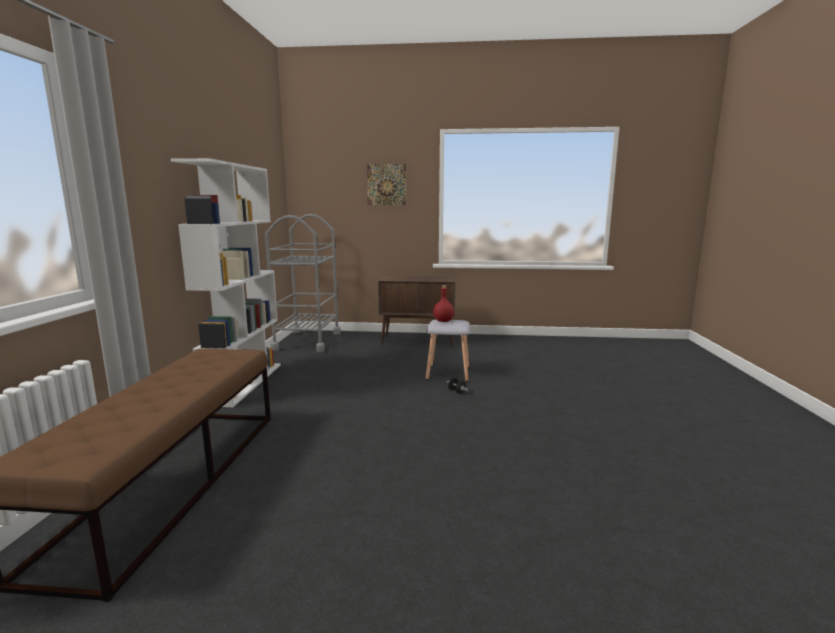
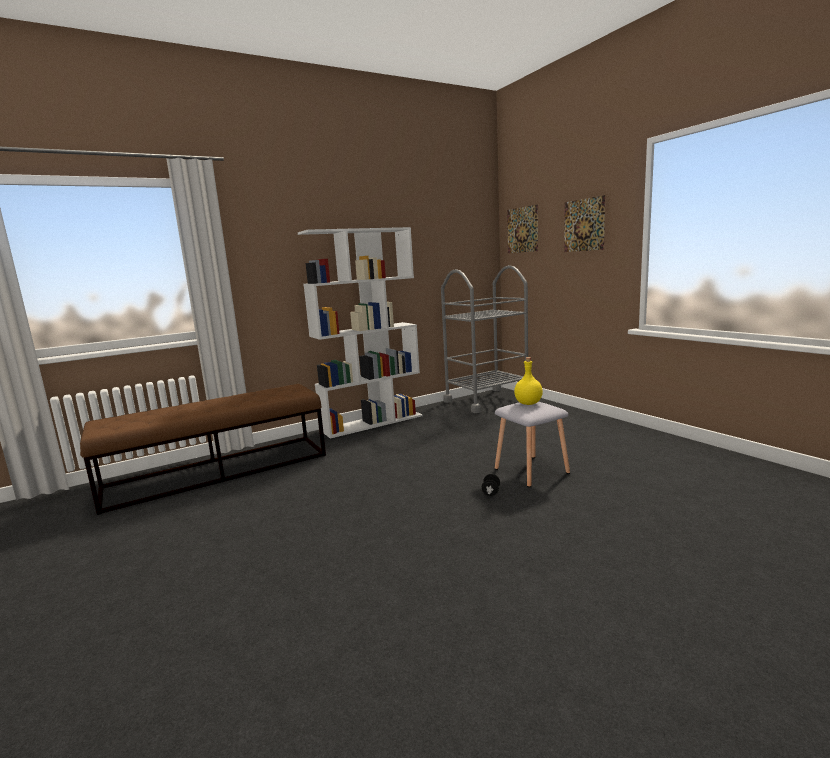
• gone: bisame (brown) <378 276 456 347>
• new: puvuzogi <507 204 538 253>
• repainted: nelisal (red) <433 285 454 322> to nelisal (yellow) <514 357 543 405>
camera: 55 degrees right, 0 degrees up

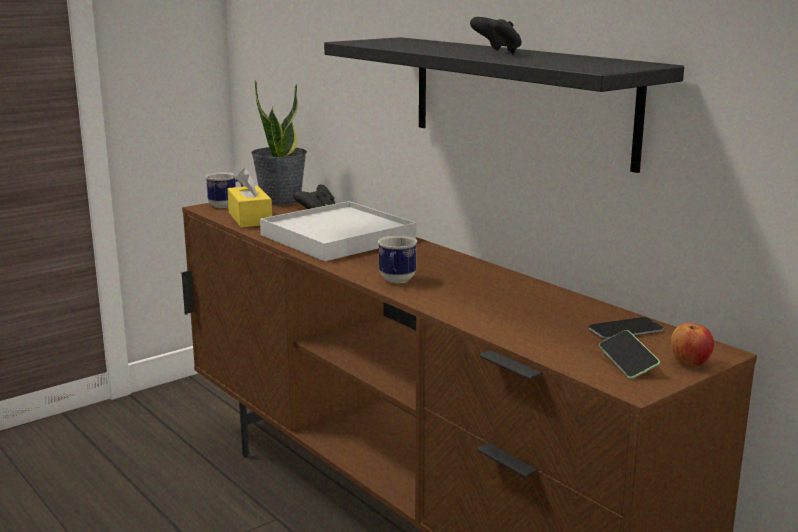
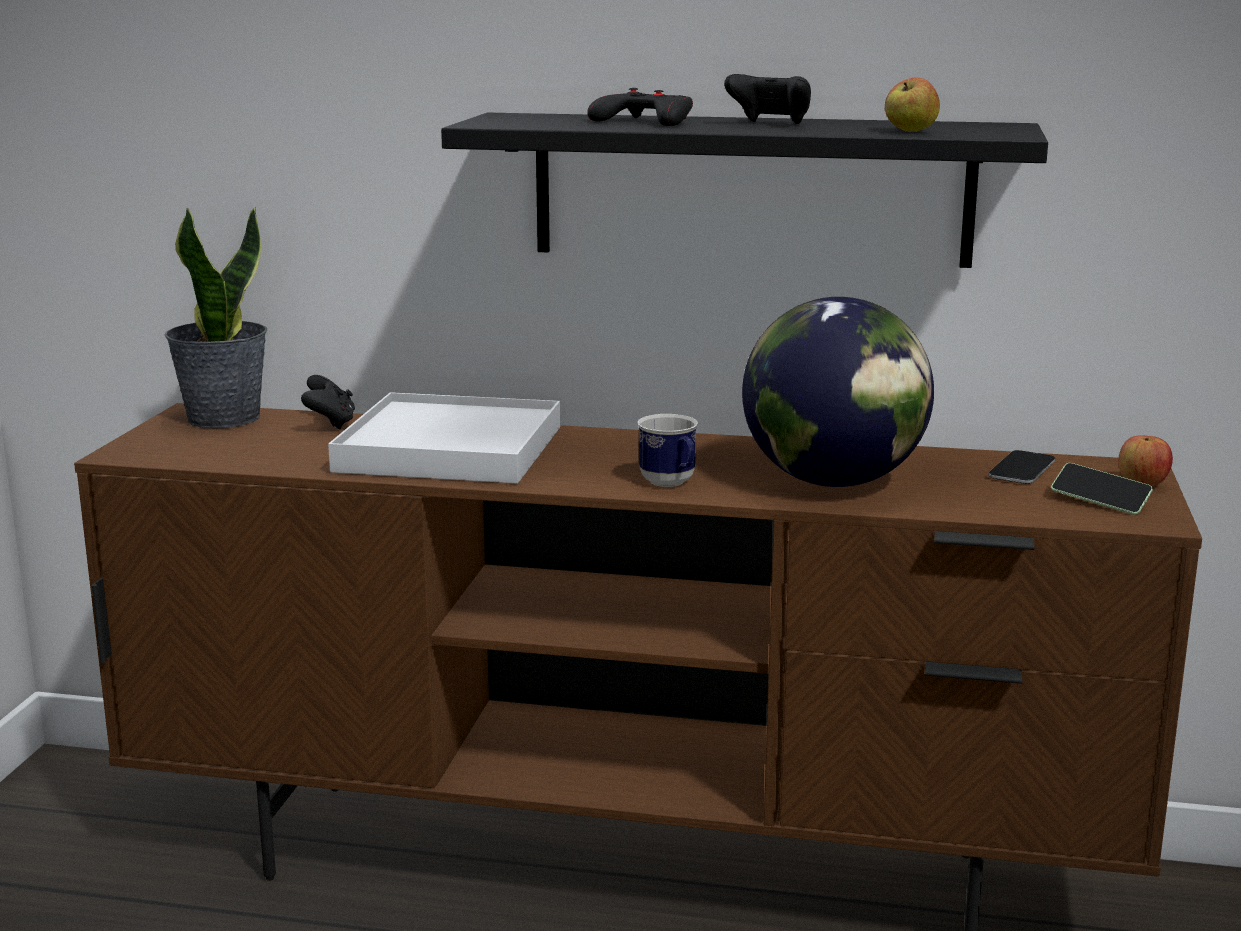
• gone: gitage <205 172 243 208>
• gone: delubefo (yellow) <227 168 272 228>
• new: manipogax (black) <587 88 693 126>
• new: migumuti <742 297 934 487>
• new: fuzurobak <885 77 940 132>
camera: 40 degrees left, 0 degrees up

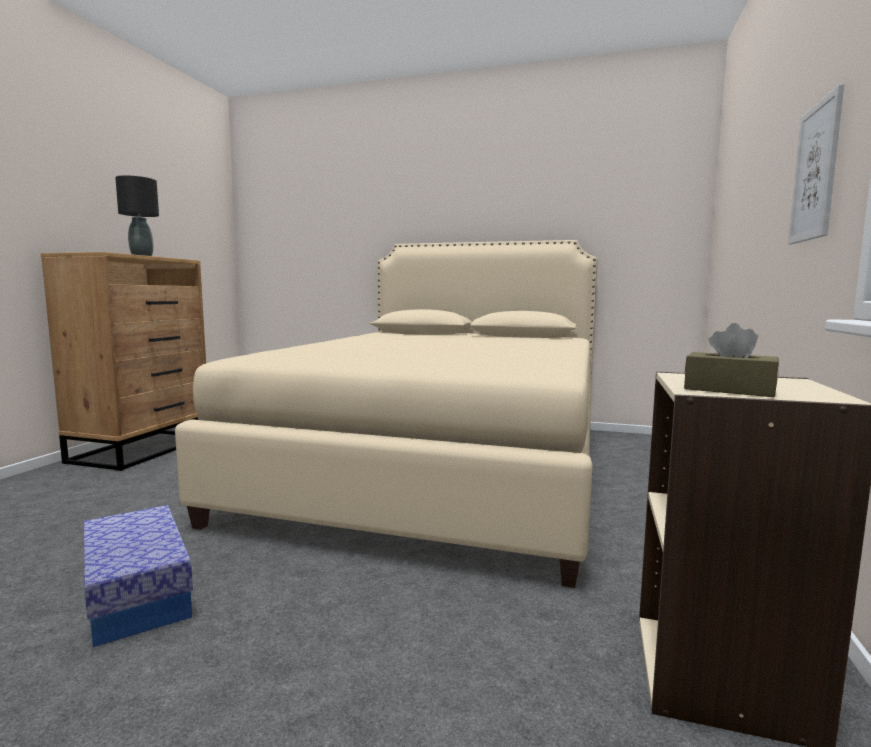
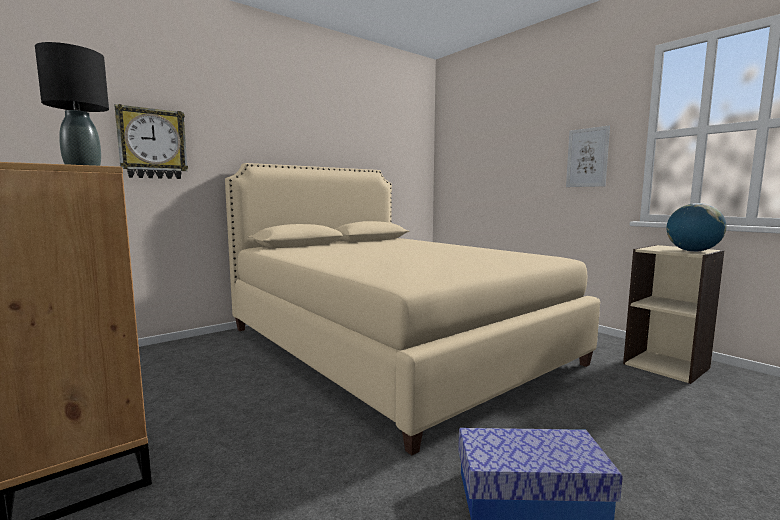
• new: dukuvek <114 104 188 179>
• swapped: delubefo (brown) <684 323 779 397> to migumuti <667 203 727 252>
camera: 55 degrees left, 0 degrees up

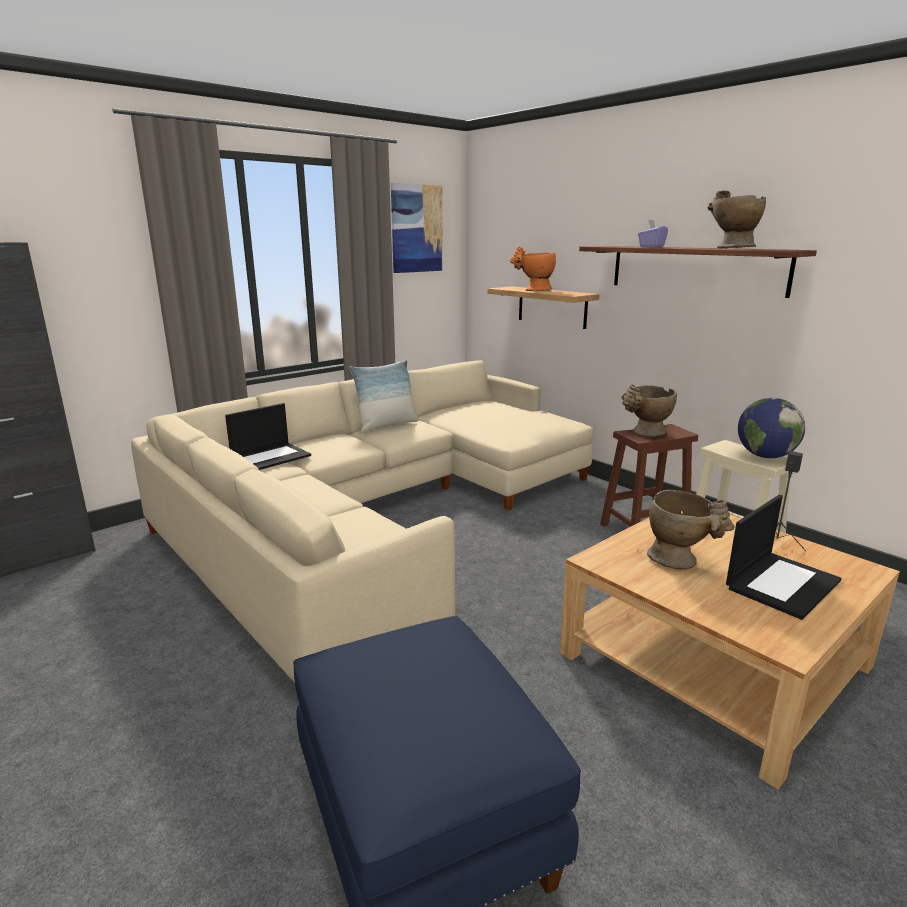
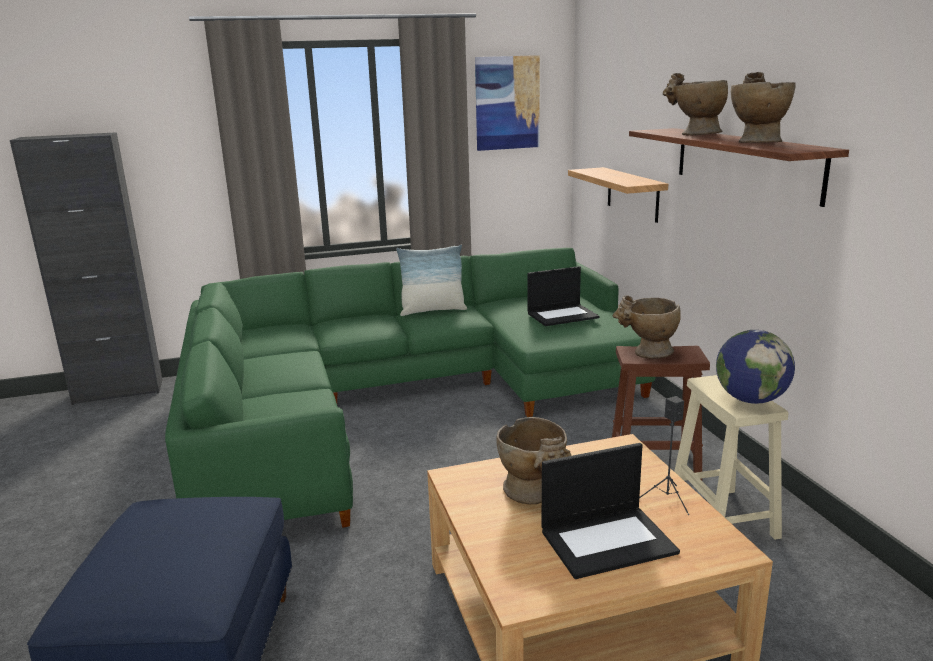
• gone: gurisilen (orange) <510 247 556 291>
• shifted: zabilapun <225 403 311 470> to <528 266 600 326>
• swapped: delubefo (purple) <638 220 668 247> to gurisilen (beige) <663 73 728 135>
• repainted: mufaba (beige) <131 360 594 683> to mufaba (green) <165 248 656 528>
camera: 25 degrees right, 0 degrees up

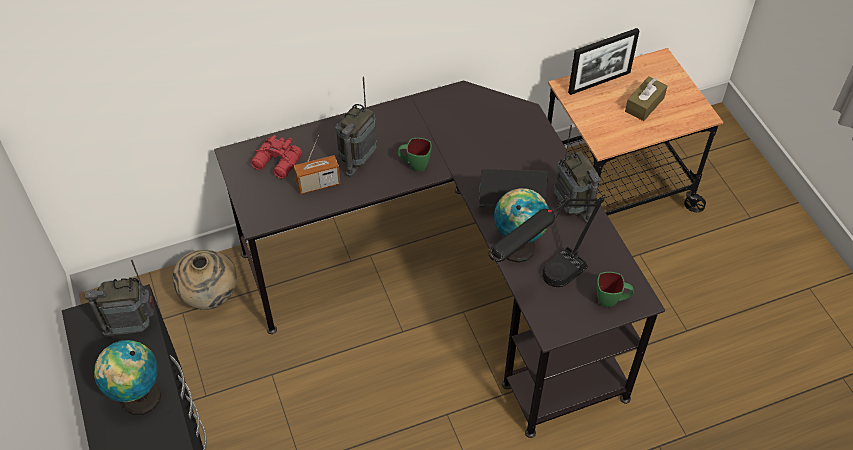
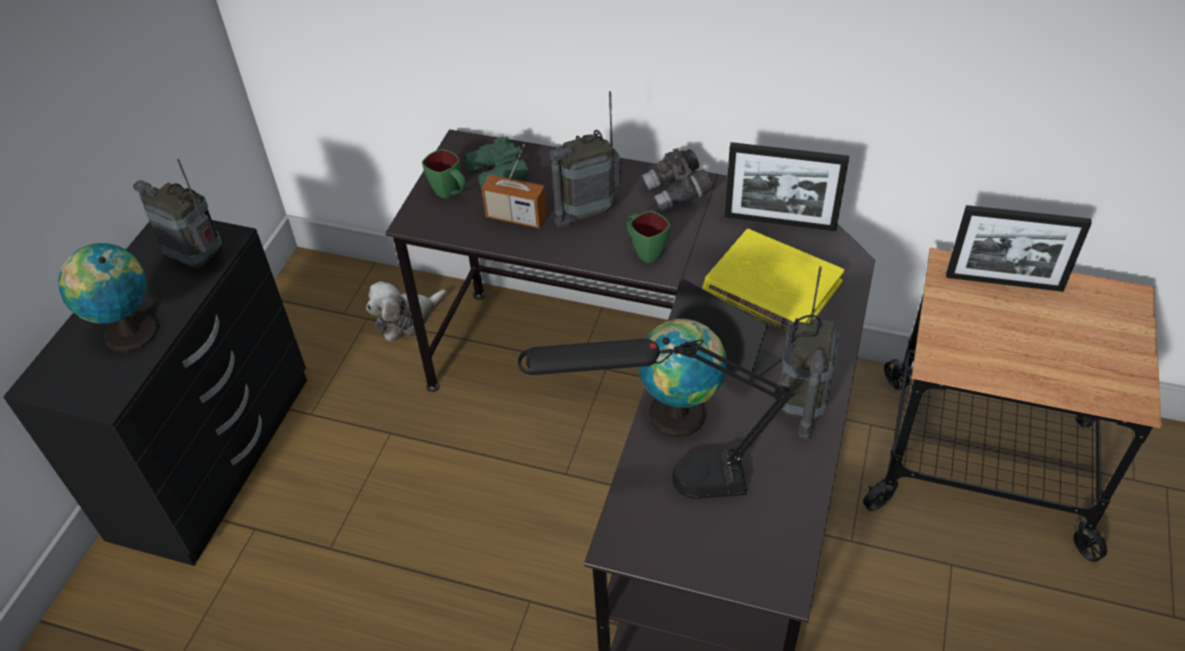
• gone: delubefo (brown) <625 76 667 121>
• new: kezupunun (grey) <642 149 713 212>
• new: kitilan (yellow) <703 229 844 332>
• new: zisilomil <725 142 849 231>
• shifted: gitage (green) <597 272 634 307> to <422 149 466 199>
• swapped: gurisilen (beige) <173 250 237 310> to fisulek <366 281 447 342>
• repainted: kezupunun (red) <250 135 302 179> to kezupunun (green) <464 137 529 189>
camera: 40 degrees right, 5 degrees down

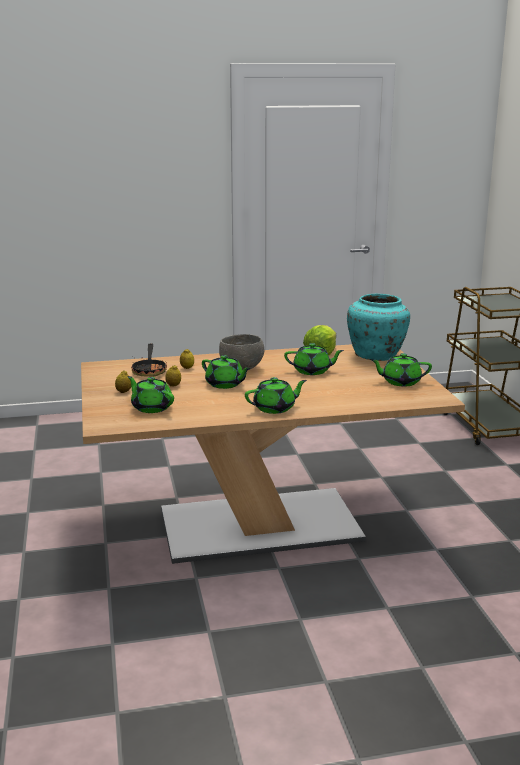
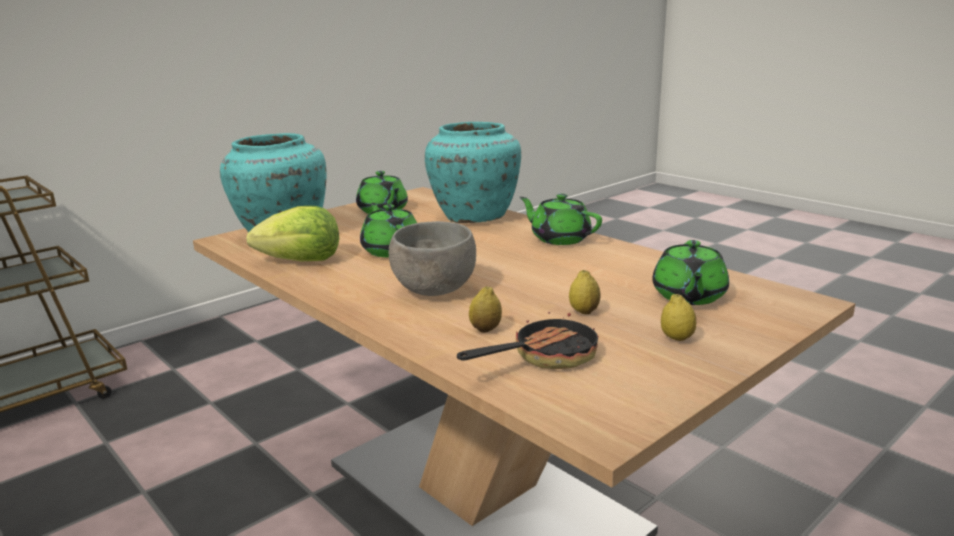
• gone: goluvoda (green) <202 355 251 389>
• new: gurisilen (turquoise) <425 122 521 223>
camera: 120 degrees left, 0 degrees up

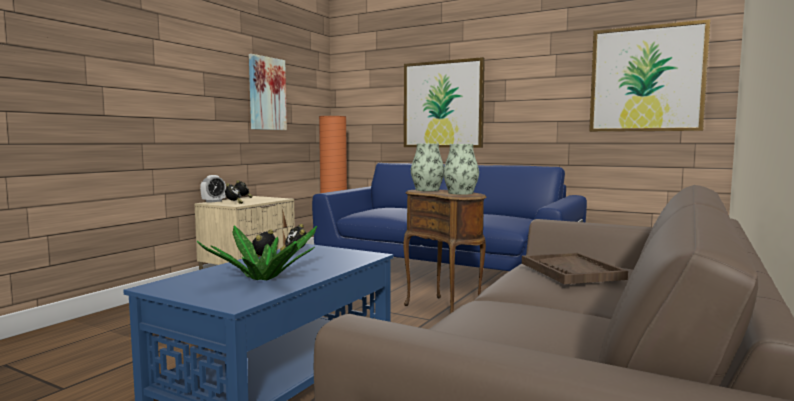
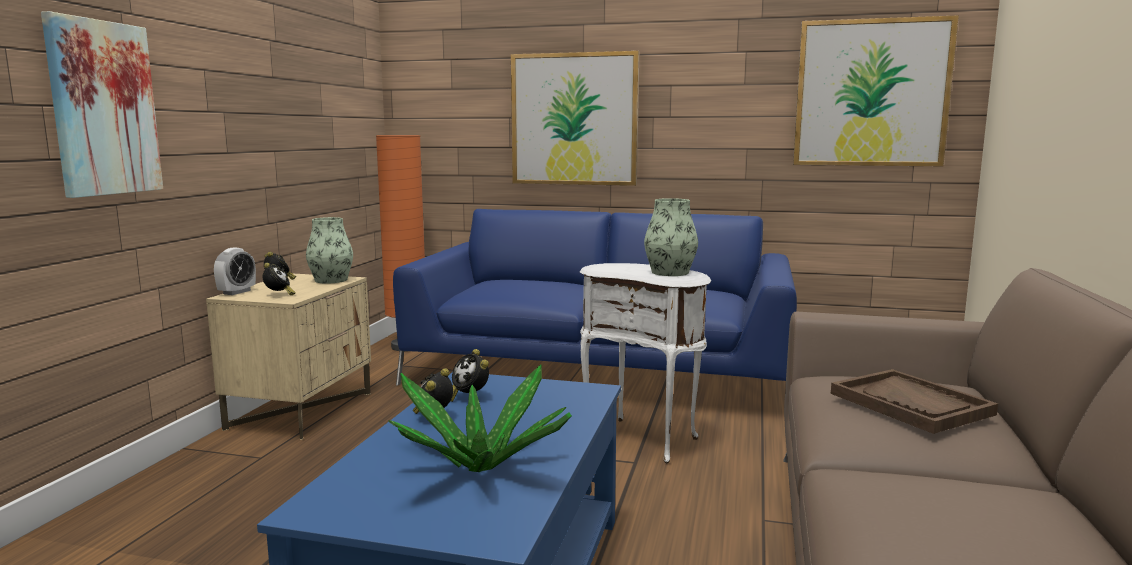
• shifted: puvuzogi <249 54 287 130> to <41 11 163 198>
• shifted: gurisilen <411 143 444 191> to <306 217 353 284>
• repainted: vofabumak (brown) <403 190 487 314> to vofabumak (white) <580 263 711 463>
camera: 15 degrees left, 5 degrees up

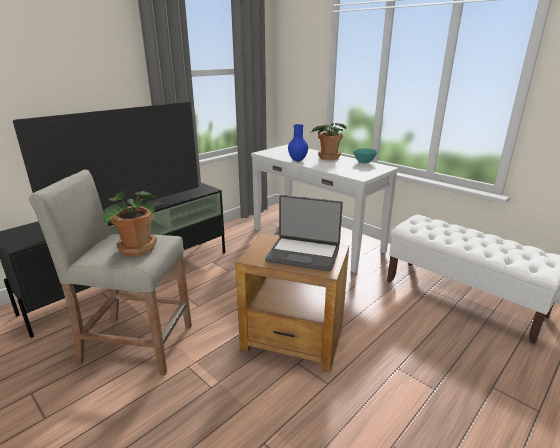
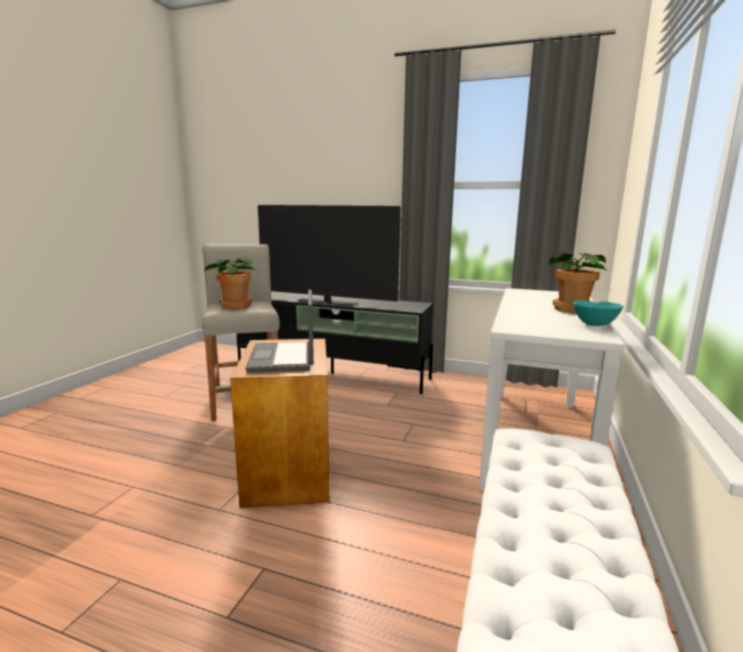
• gone: gurisilen (blue) <288 124 308 161>
camera: 65 degrees right, 10 degrees down

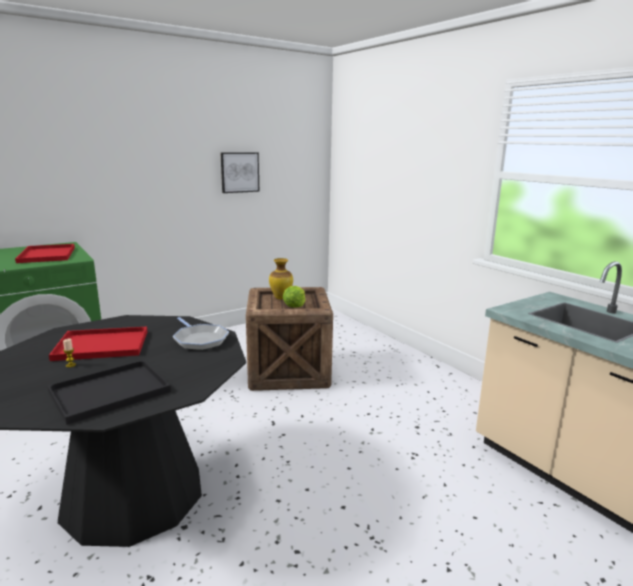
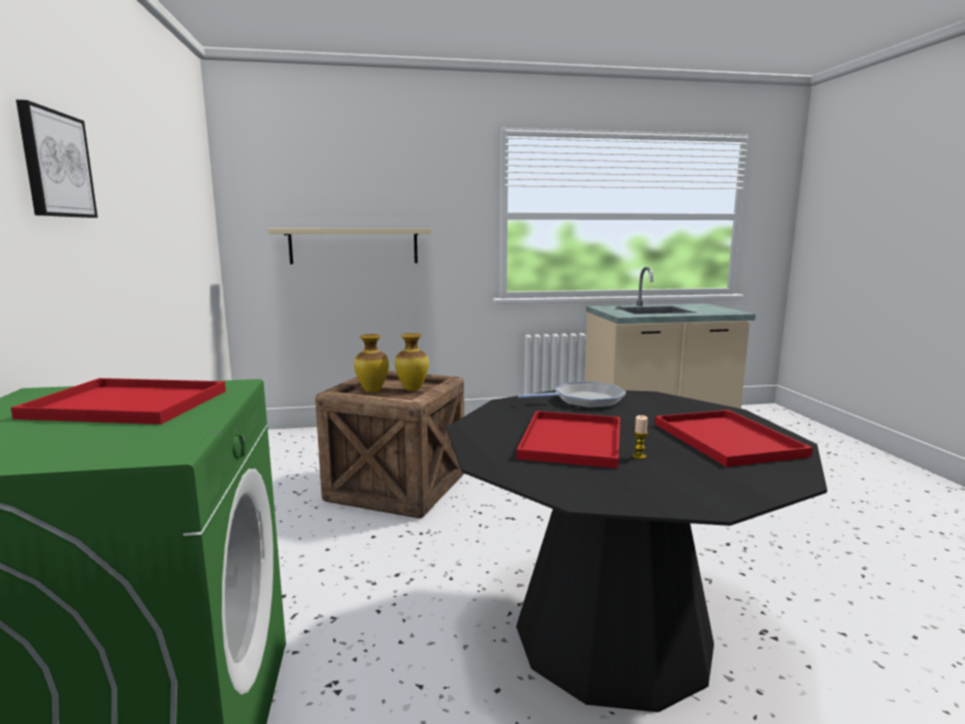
• new: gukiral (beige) <268 228 432 264>
• shifted: puvuzogi <221 152 259 193> to <16 100 98 218>
• swapped: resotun <283 286 305 308> to gurisilen <395 333 429 391>
• repainted: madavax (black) <47 360 171 425> to madavax (red) <655 410 813 467>
camera: 65 degrees left, 5 degrees down

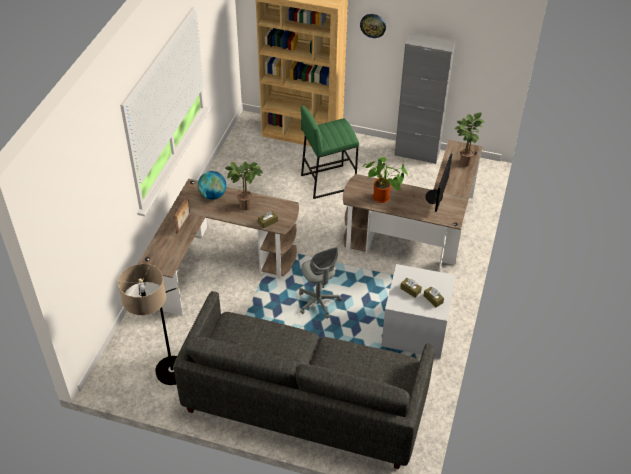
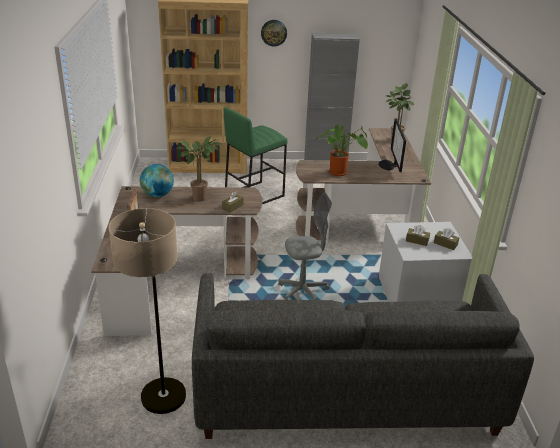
• rotated: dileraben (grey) <299 247 342 319> = <278 192 332 300> 60 degrees counterclockwise
camera: 20 degrees left, 15 degrees down

